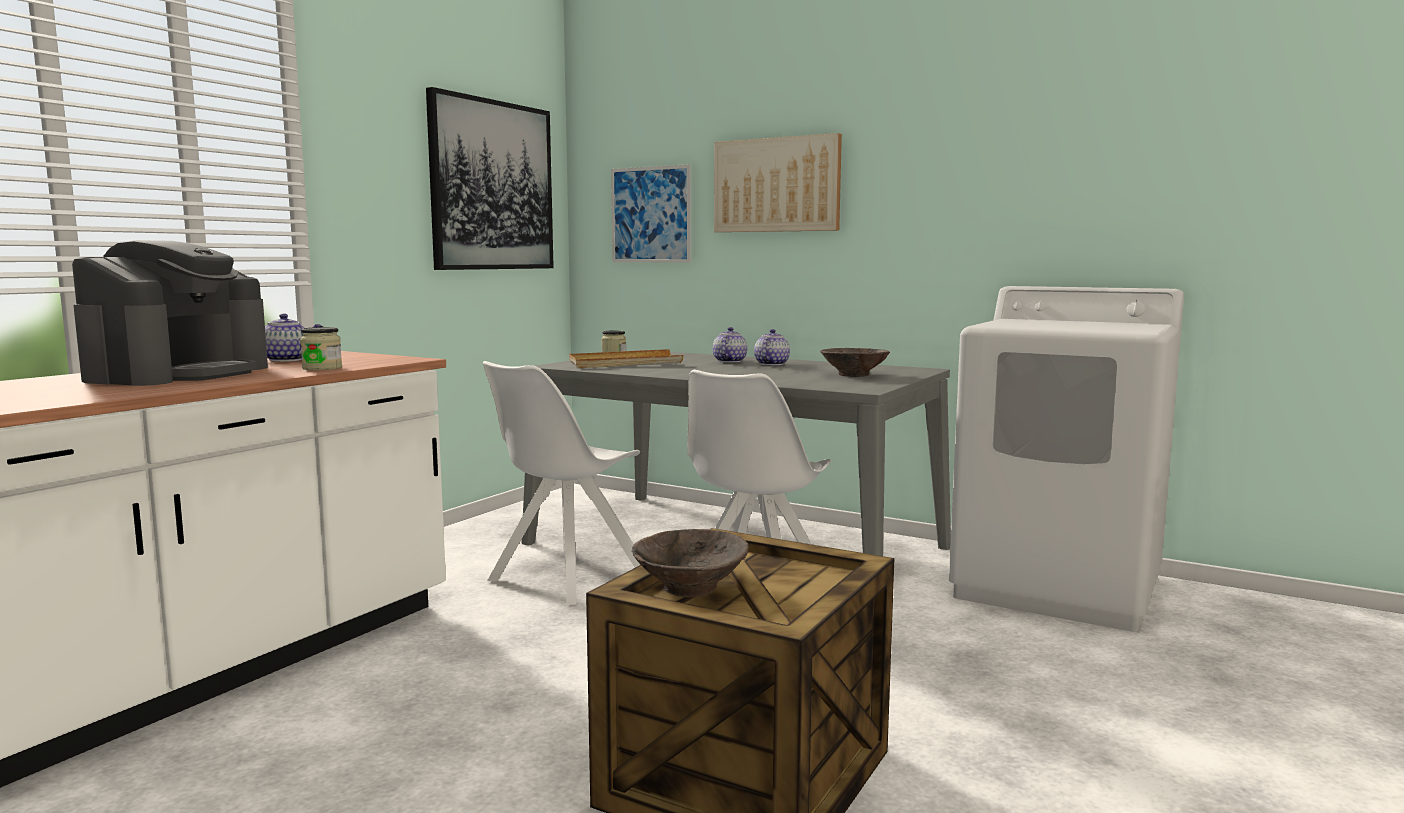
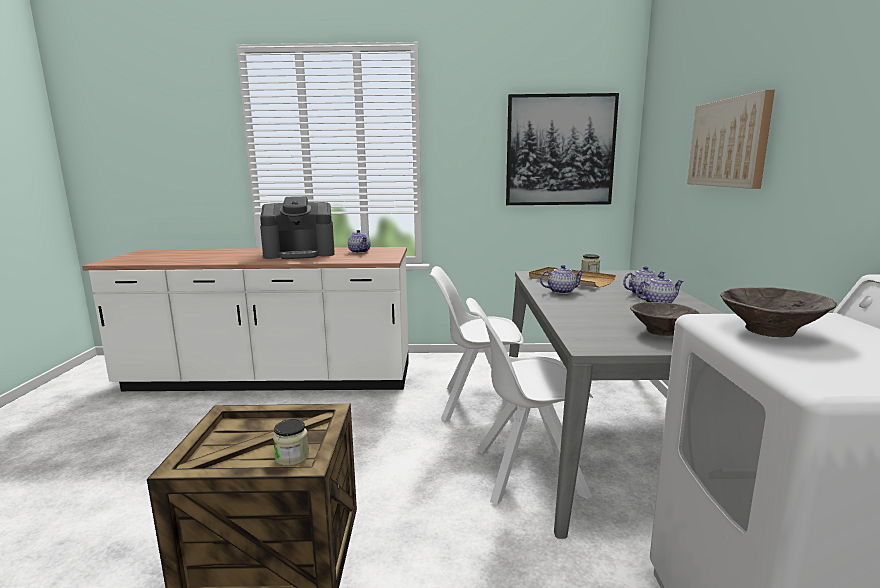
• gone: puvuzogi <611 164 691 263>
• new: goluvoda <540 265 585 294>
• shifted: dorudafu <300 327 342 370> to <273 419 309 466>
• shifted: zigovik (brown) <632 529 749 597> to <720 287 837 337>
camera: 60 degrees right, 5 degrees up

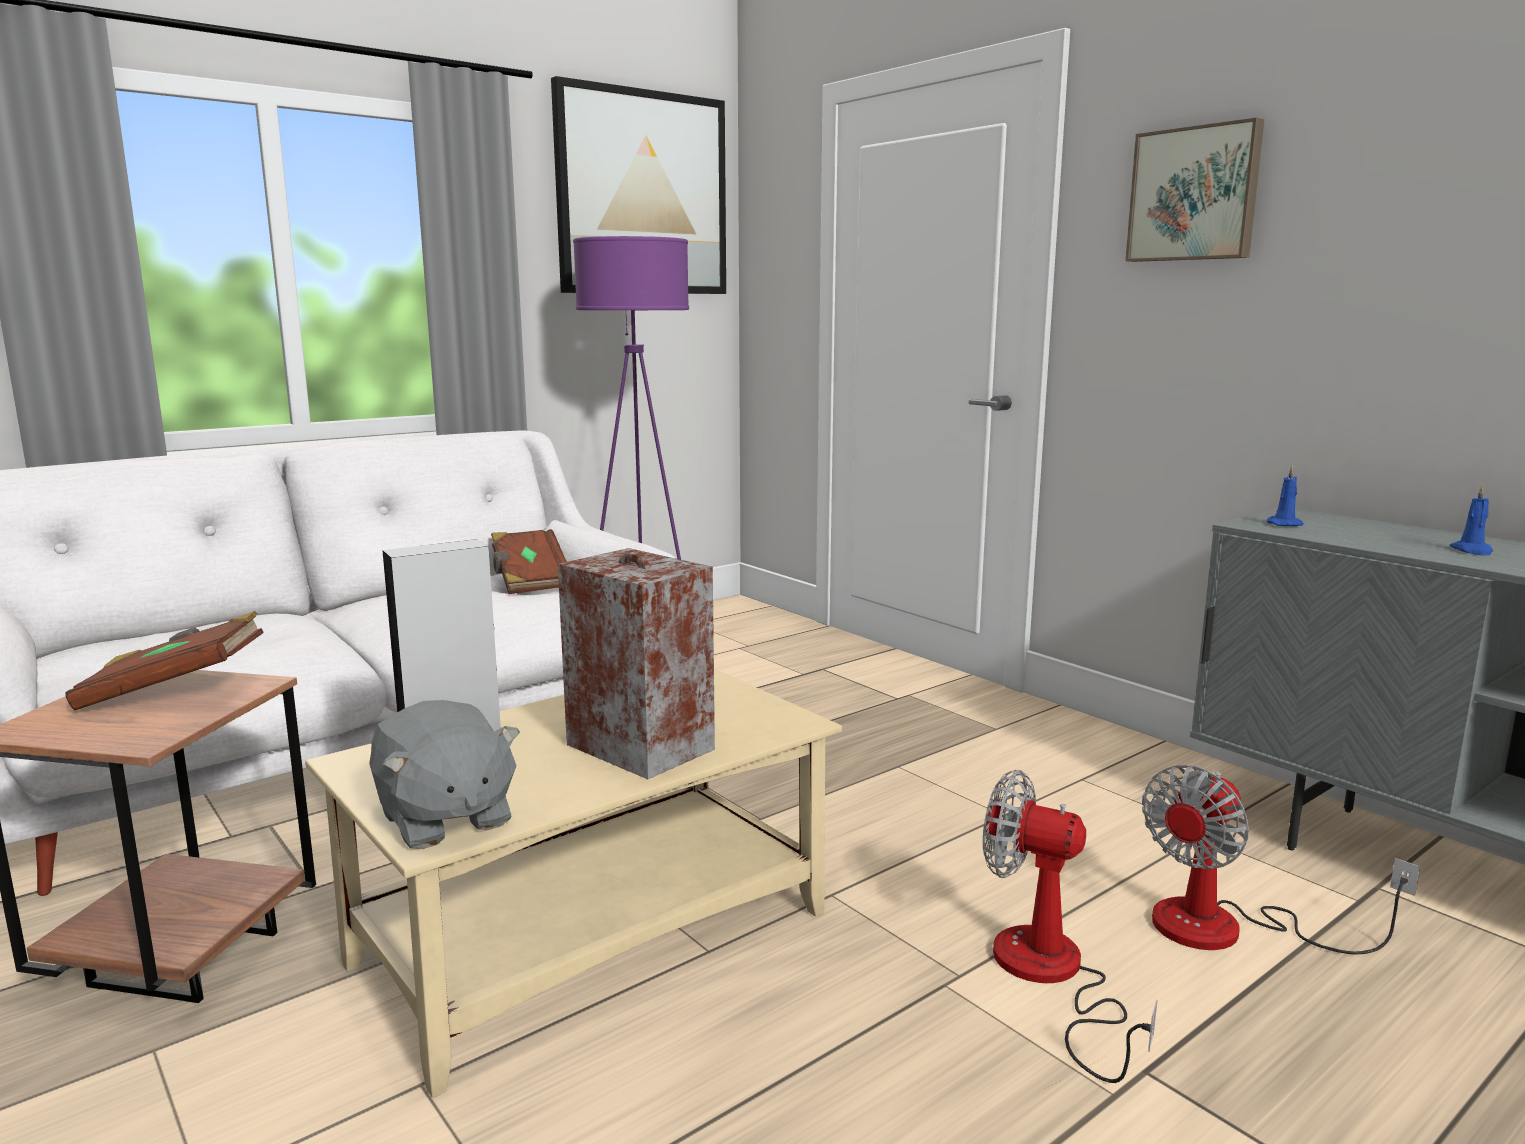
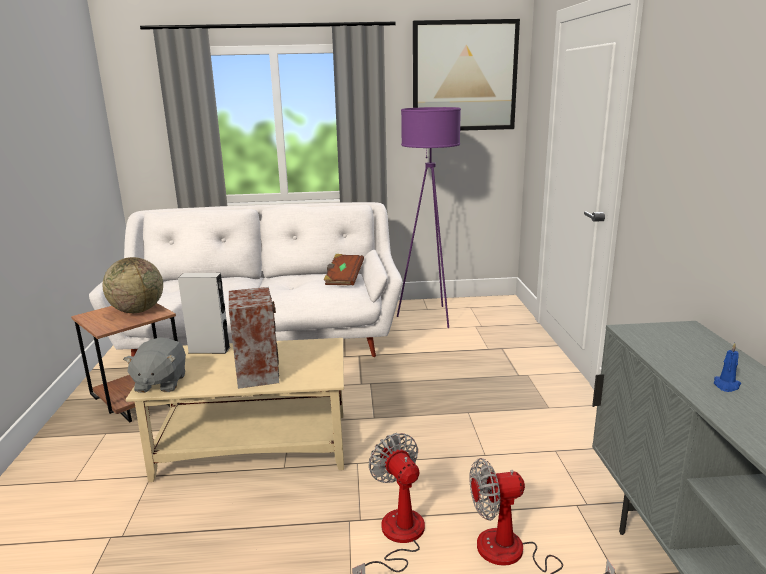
• gone: puvuzogi <1125 118 1264 262>
• gone: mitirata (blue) <1266 465 1304 526>
• swapped: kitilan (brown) <65 611 264 710> to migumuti <103 257 163 313>
camera: 35 degrees right, 5 degrees up

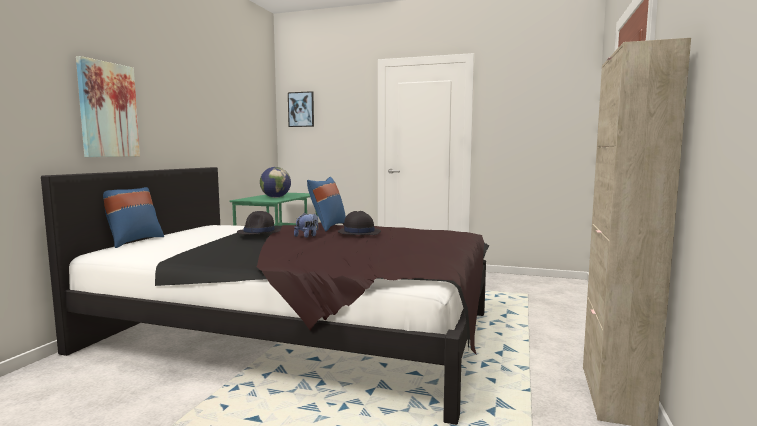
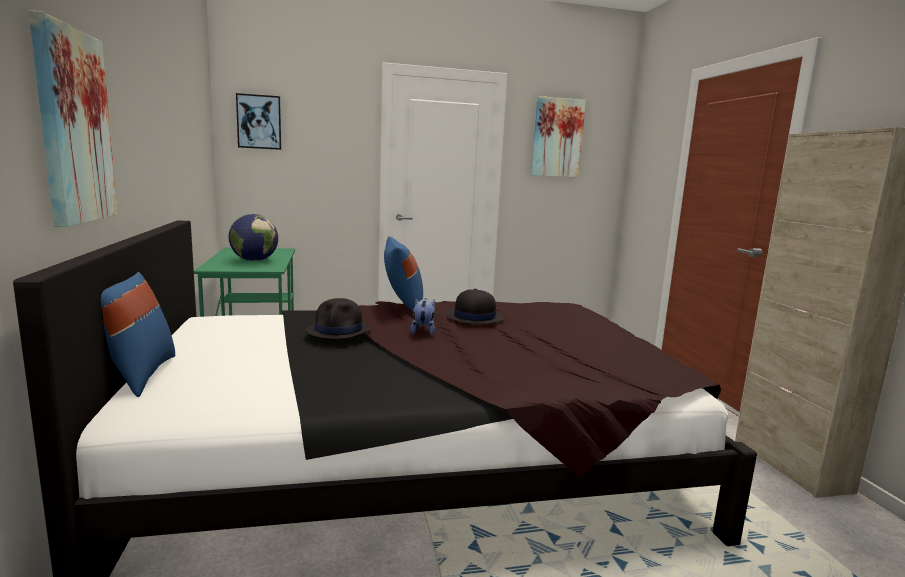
• new: puvuzogi <531 96 586 178>
camera: 30 degrees left, 5 degrees up

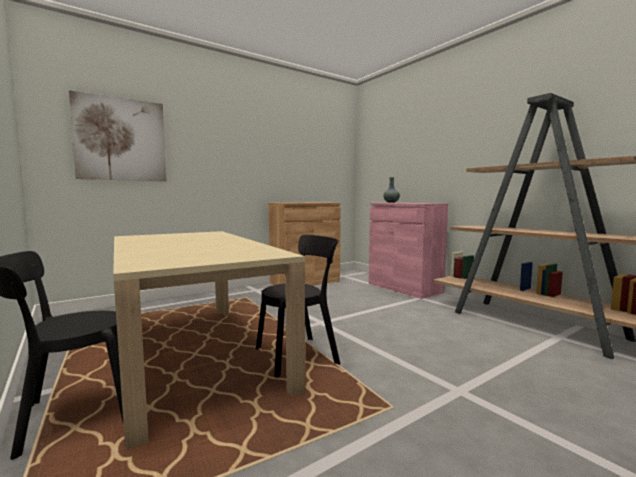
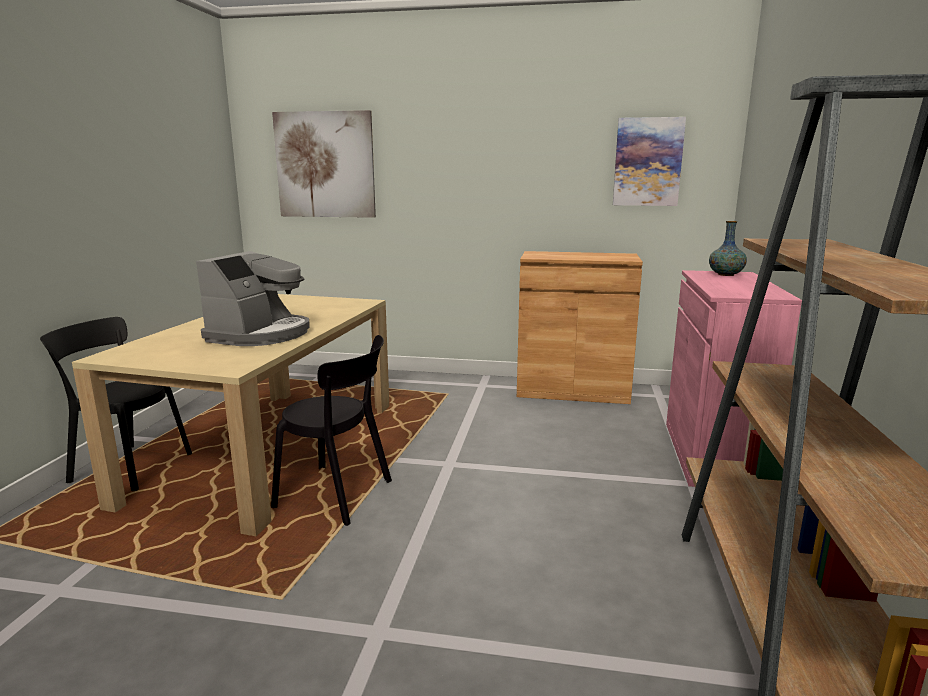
• new: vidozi <196 251 310 346>
• new: puvuzogi <613 117 686 206>
camera: 45 degrees right, 10 degrees up

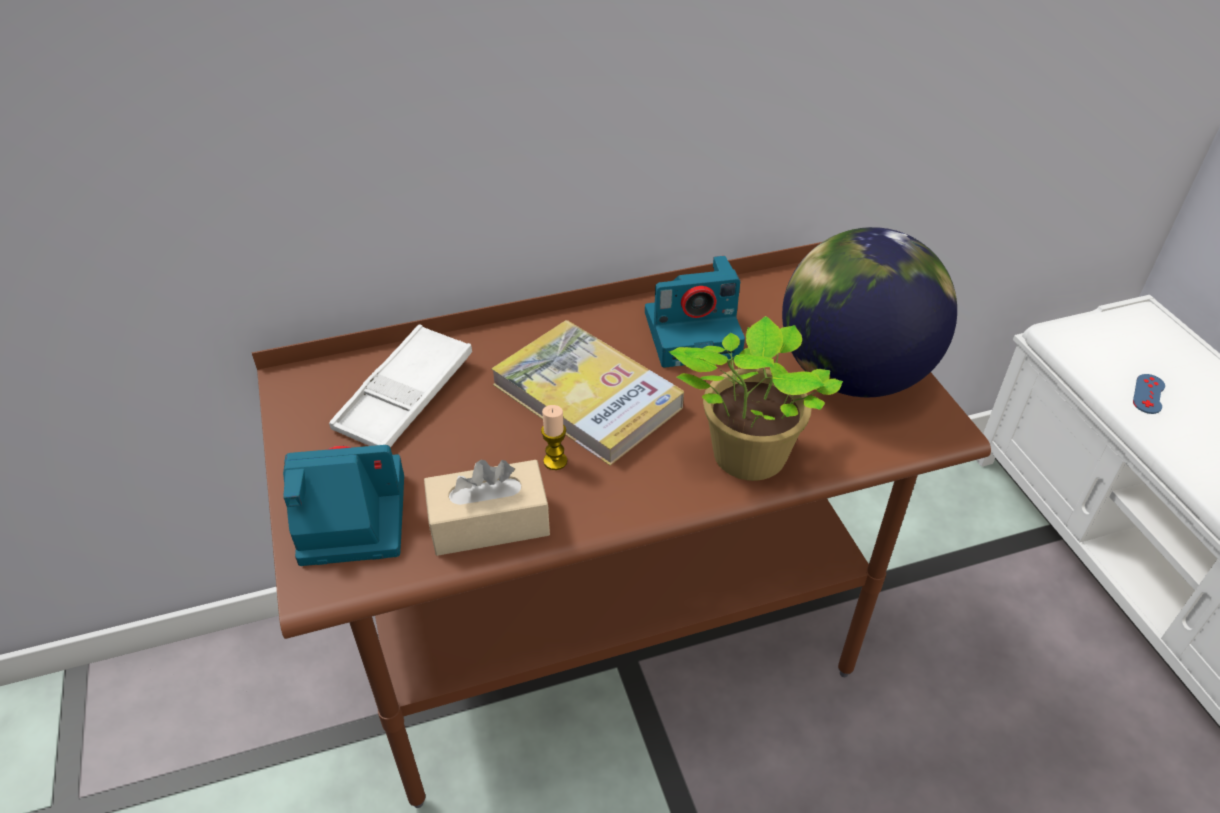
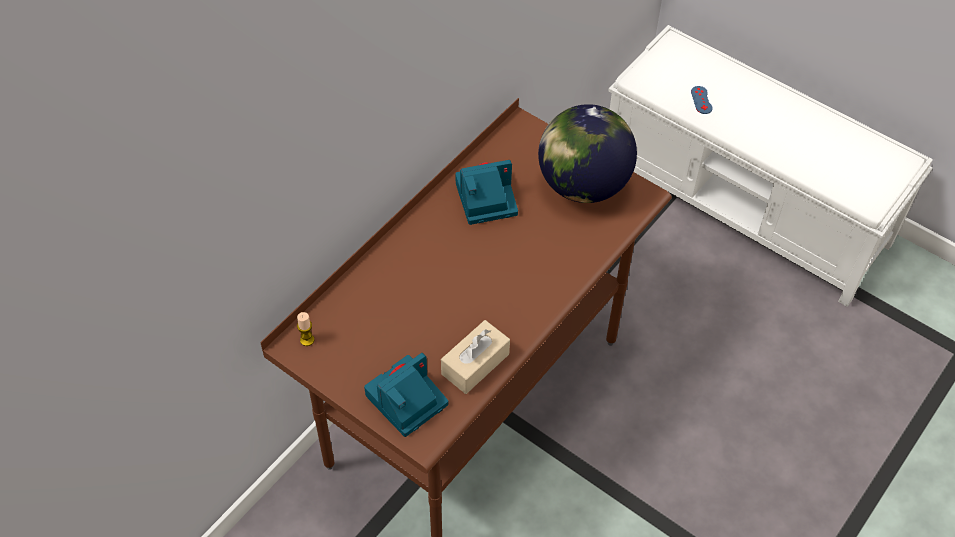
• gone: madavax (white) <329 324 472 448>
• gone: kitilan <491 320 684 466>
• gone: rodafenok <669 316 843 481>
• shifted: mitirata <541 405 567 470> to <297 312 314 346>
• rotated: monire <645 256 745 368> = <455 160 518 225> 150 degrees counterclockwise
camera: 35 degrees left, 10 degrees up

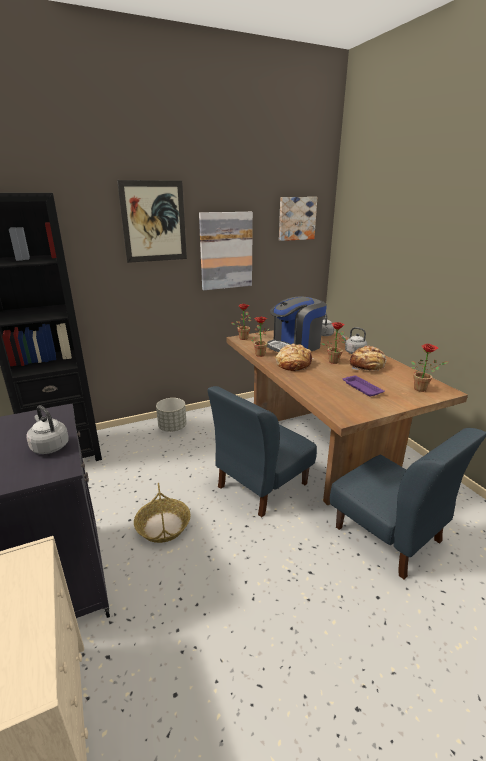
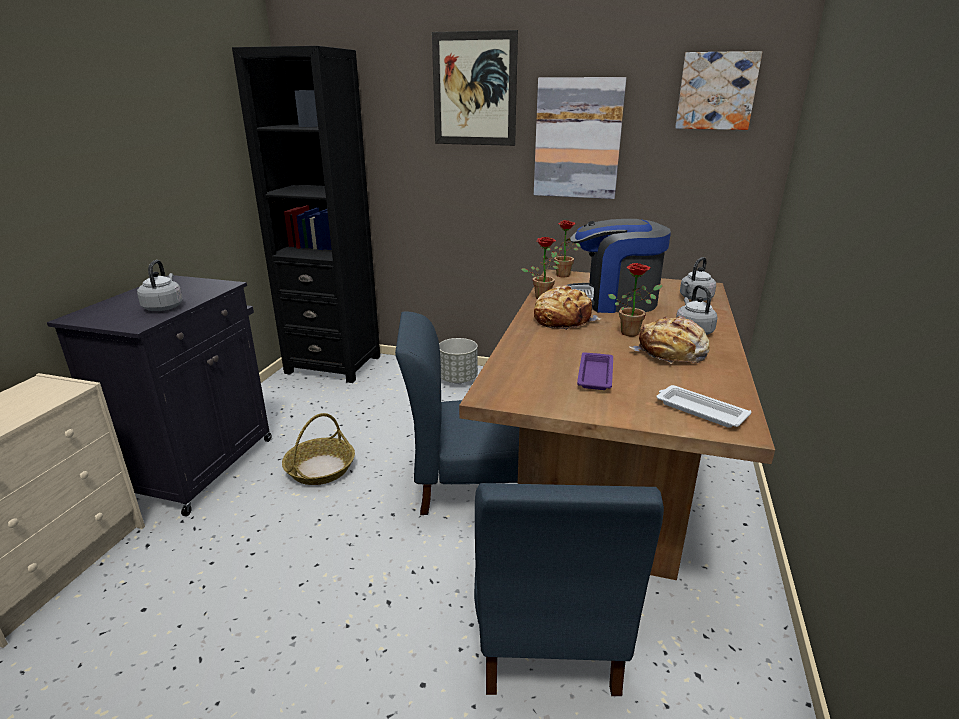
• swapped: rodafenok <411 344 448 392> to madavax (white) <657 385 751 428>
camera: 40 degrees right, 0 degrees up

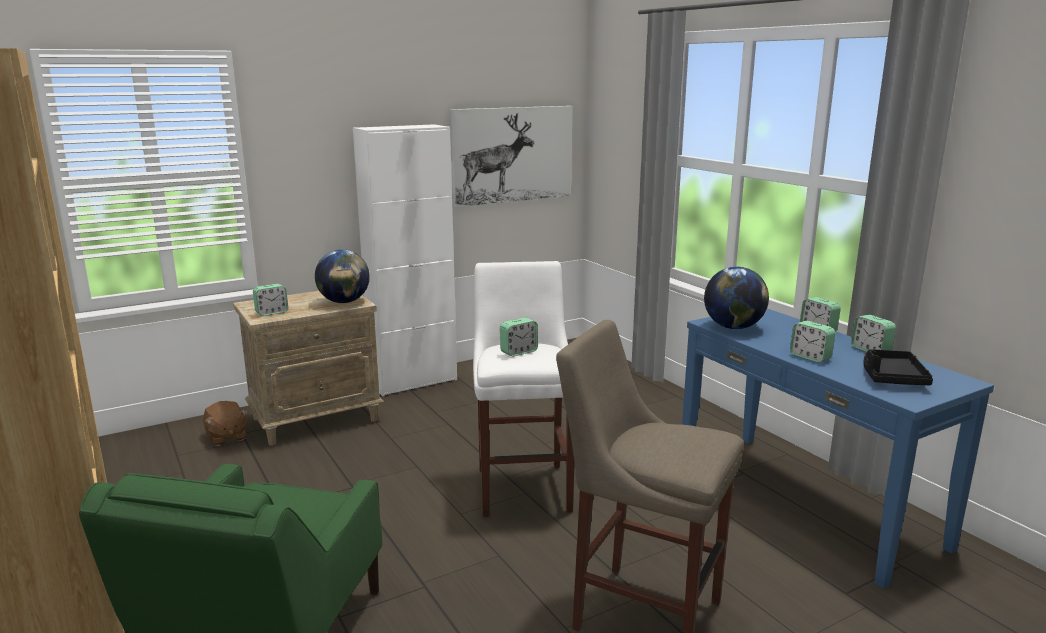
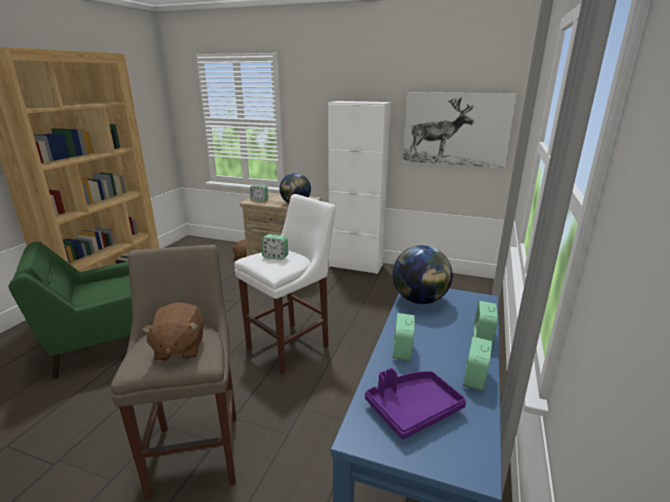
• new: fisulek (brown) <141 302 203 361>
• repainted: madavax (black) <863 349 933 385> to madavax (purple) <365 368 466 439>
camera: 50 degrees right, 5 degrees up

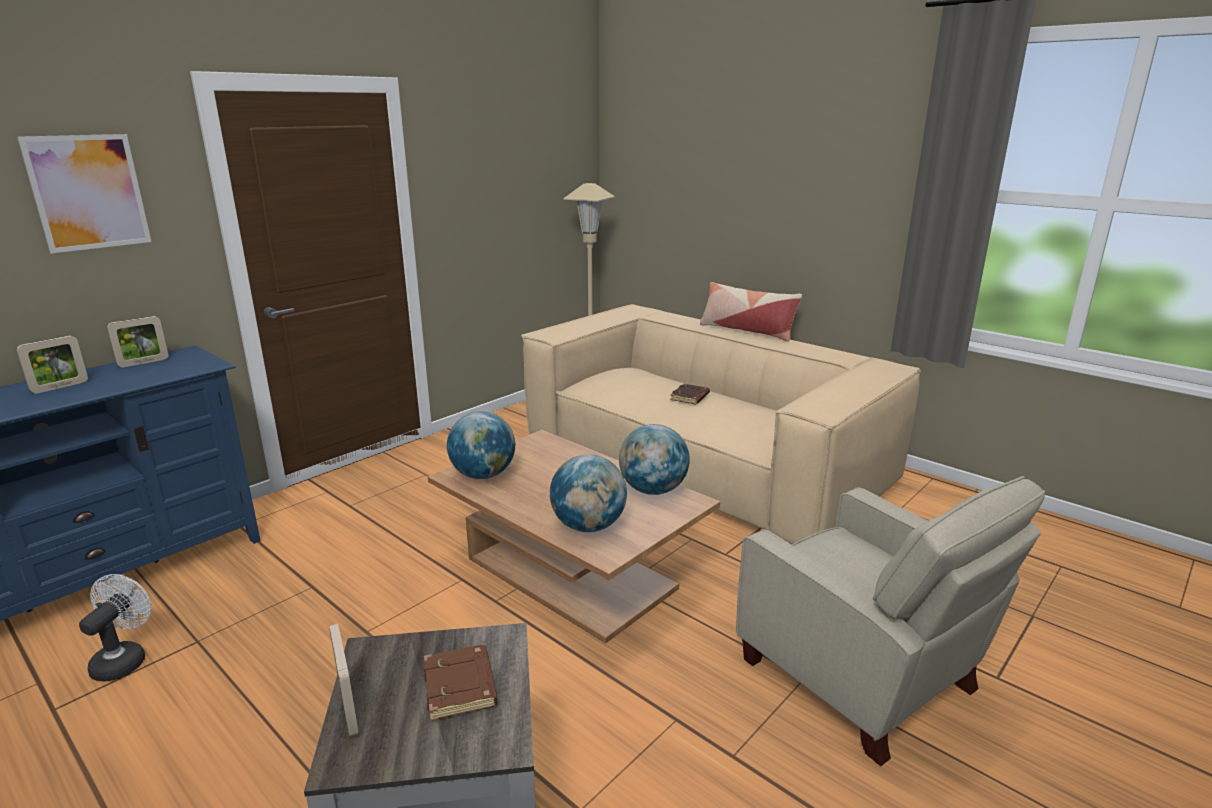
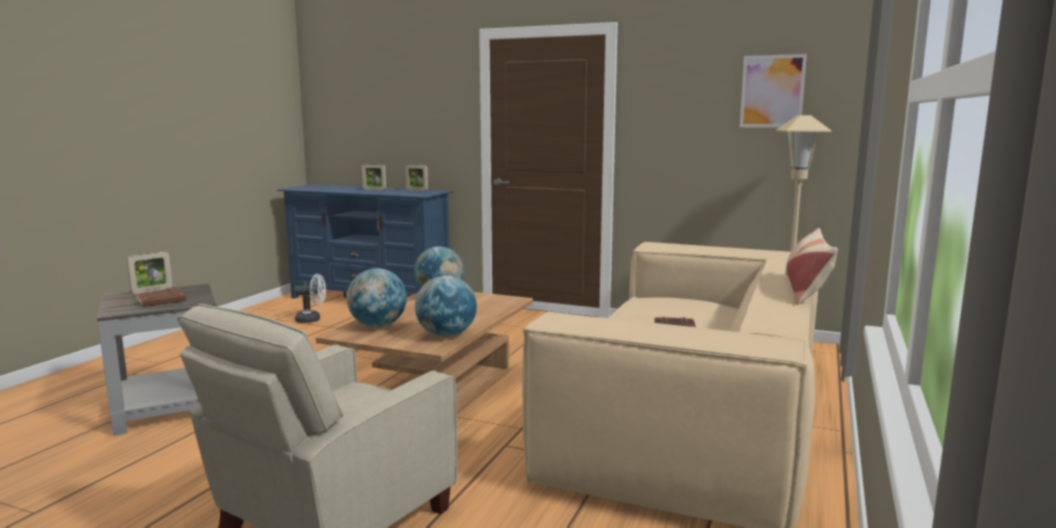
• shifted: puvuzogi <17 134 151 253> to <740 54 807 128>
camera: 70 degrees right, 10 degrees down

